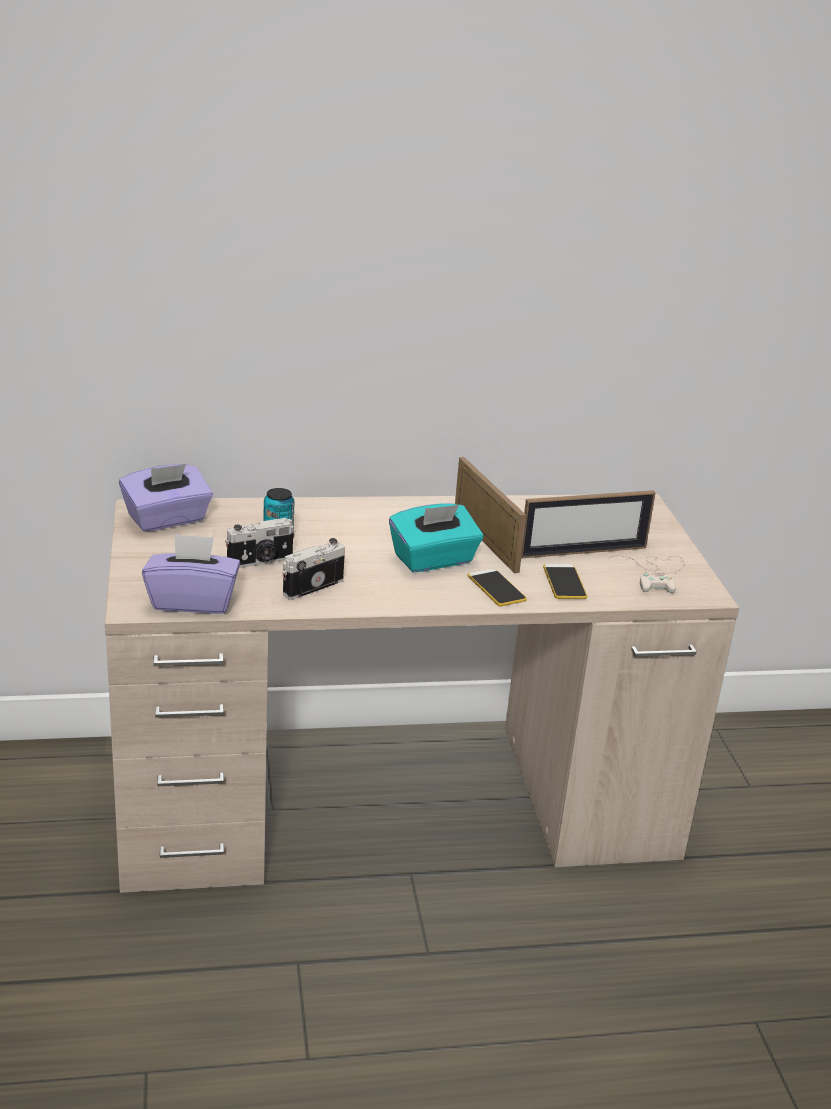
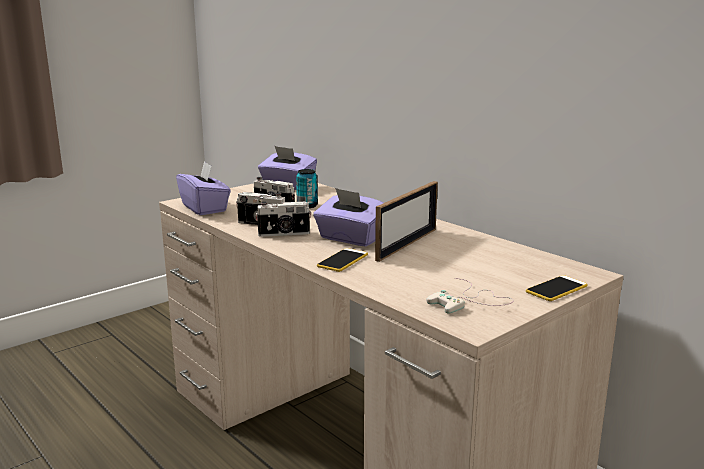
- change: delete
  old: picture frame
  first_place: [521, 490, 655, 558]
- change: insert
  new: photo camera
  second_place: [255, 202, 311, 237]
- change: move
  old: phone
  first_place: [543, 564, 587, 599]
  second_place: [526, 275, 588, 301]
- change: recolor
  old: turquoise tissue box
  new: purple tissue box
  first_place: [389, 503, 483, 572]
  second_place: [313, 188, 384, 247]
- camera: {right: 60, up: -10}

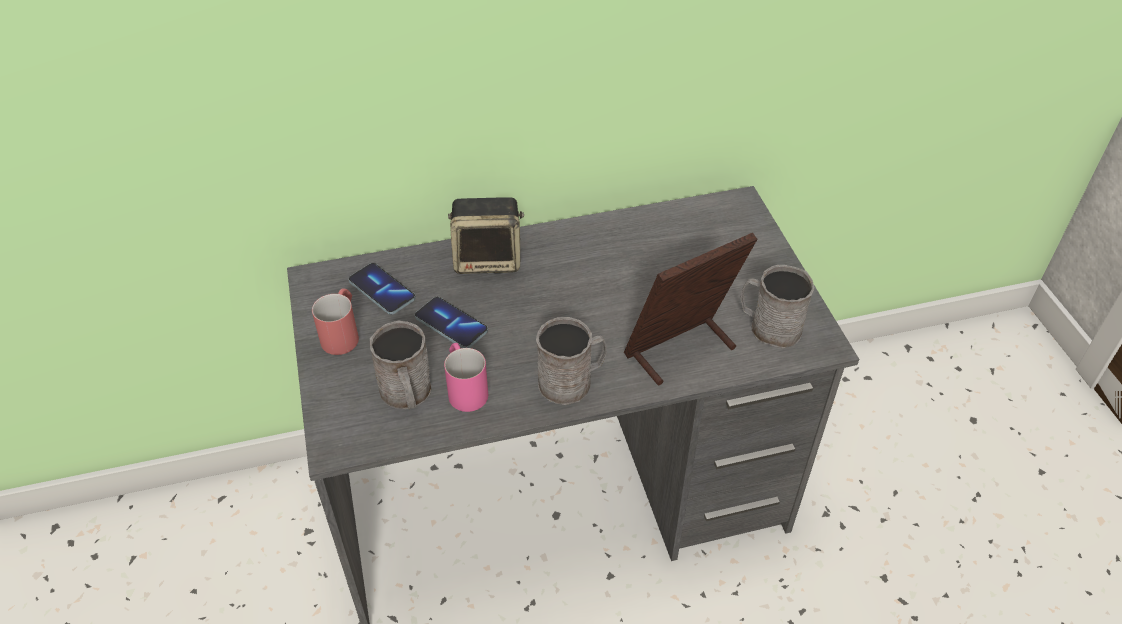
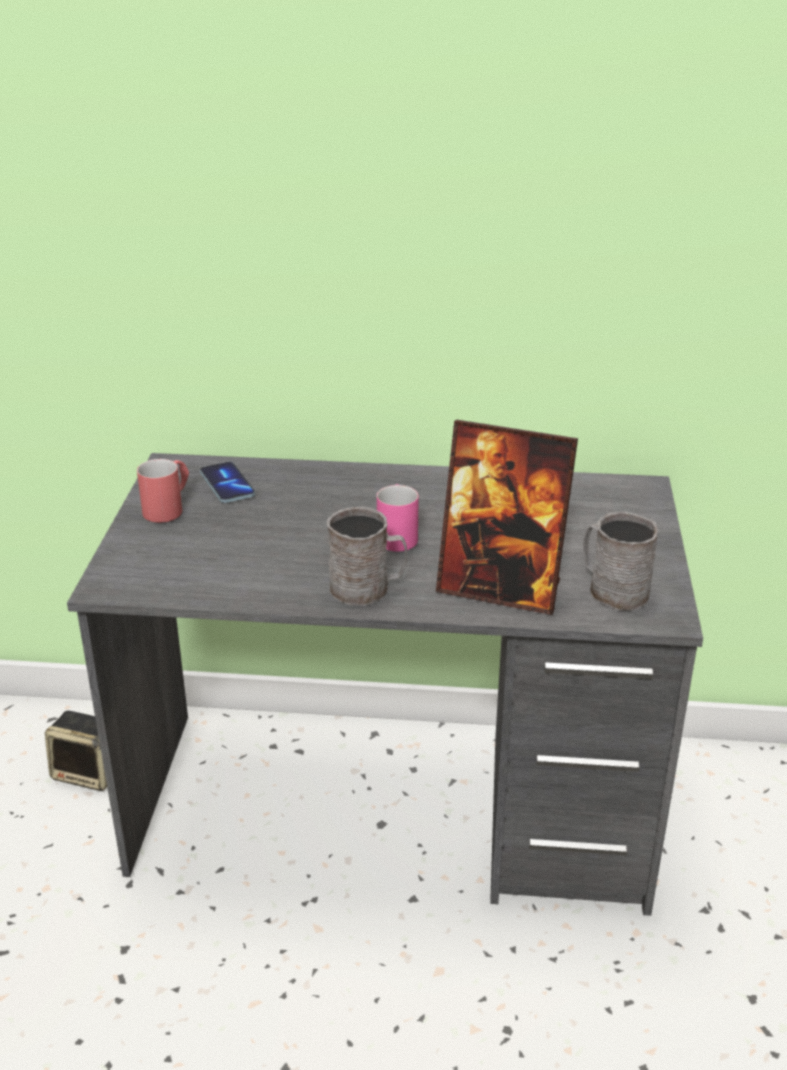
- change: delete
  old: grey mug
  first_place: [370, 320, 432, 409]
- change: delete
  old: phone
  first_place: [415, 297, 488, 348]
- change: move
  old: pink mug
  first_place: [444, 343, 488, 412]
  second_place: [377, 484, 419, 552]
- change: move
  old: speaker
  first_place: [448, 197, 524, 274]
  second_place: [45, 711, 107, 791]
- change: rotate
  old: picture frame
  first_place: [624, 233, 757, 385]
  second_place: [436, 420, 578, 615]
  degrees: -150
- camera: {right: 20, up: -15}

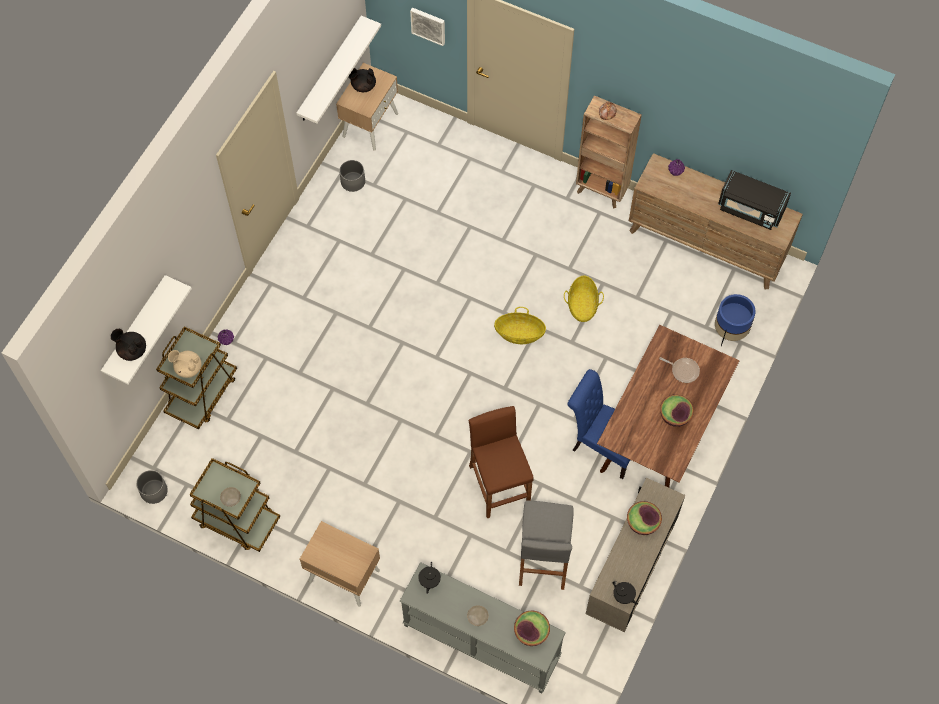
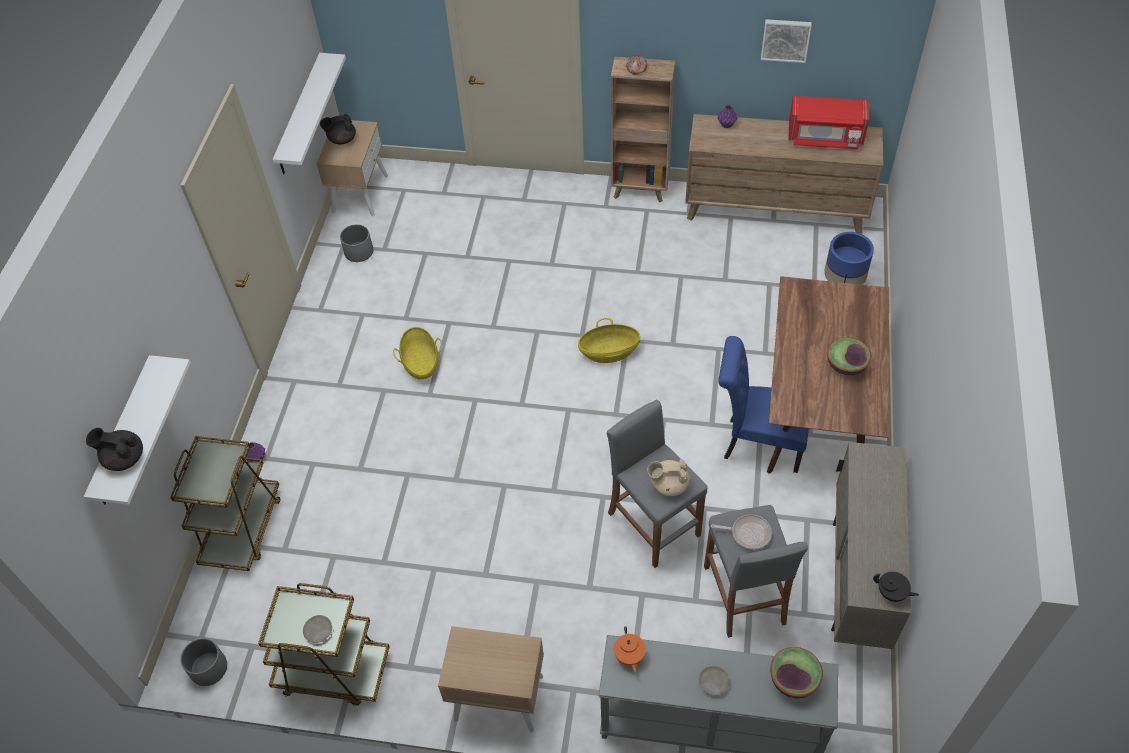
- change: delete
  old: bowl
  first_place: [627, 501, 662, 535]
- change: move
  old: beige teapot
  first_place: [168, 350, 201, 378]
  second_place: [647, 459, 690, 496]
- change: move
  old: picture
  first_place: [410, 8, 445, 46]
  second_place: [761, 19, 812, 63]
- change: move
  old: basket
  first_place: [564, 276, 604, 322]
  second_place: [393, 327, 442, 380]
- change: move
  old: frying pan
  first_place: [659, 357, 700, 383]
  second_place: [711, 514, 772, 550]
- change: recolor
  old: black teapot
  new: orange teapot
  first_place: [418, 562, 441, 594]
  second_place: [614, 627, 646, 672]
- change: recolor
  old: brown stool
  new: grey stool
  first_place: [469, 406, 534, 518]
  second_place: [607, 400, 707, 568]
- change: recolor
  old: black microwave
  new: red microwave
  first_place: [718, 170, 791, 230]
  second_place: [788, 96, 869, 149]
- camera: {right: -15, up: -10}

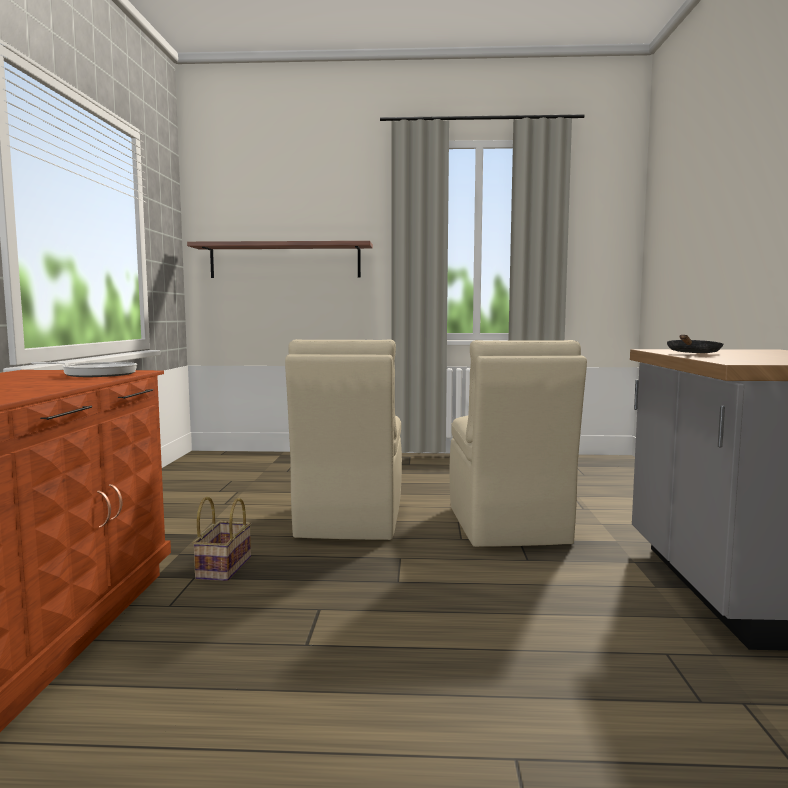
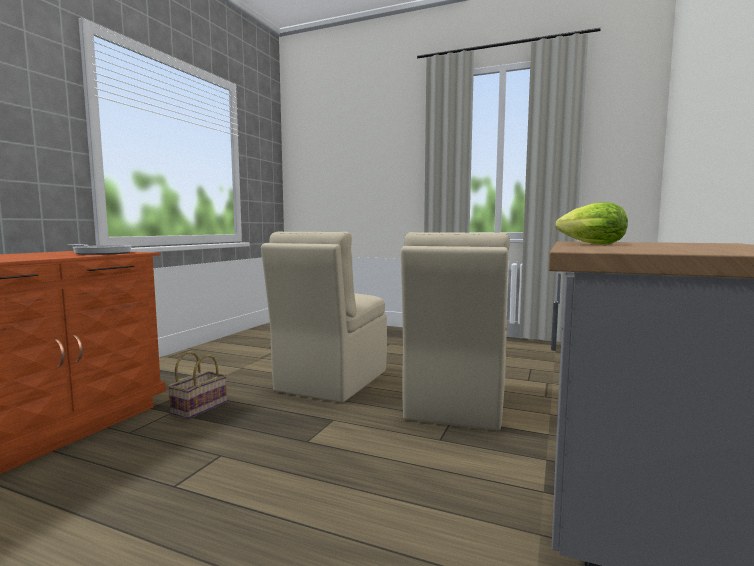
- change: delete
  old: shelf
  first_place: [187, 241, 373, 278]
- change: replace
  old: black frying pan
  new: lettuce
  first_place: [667, 334, 724, 353]
  second_place: [555, 202, 628, 245]
- camera: {right: 20, up: 0}

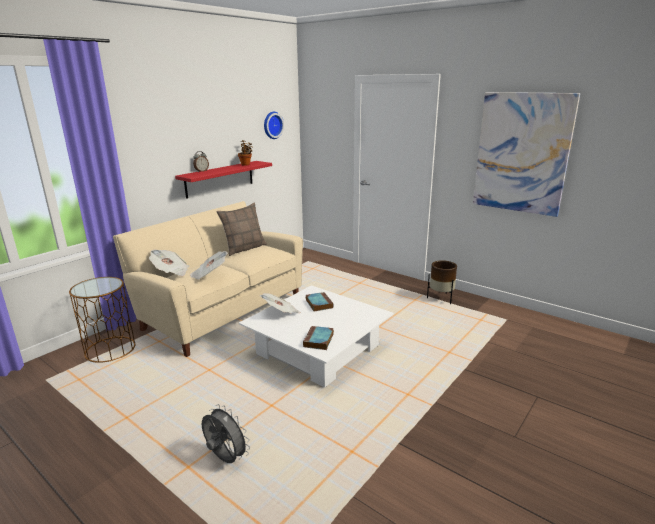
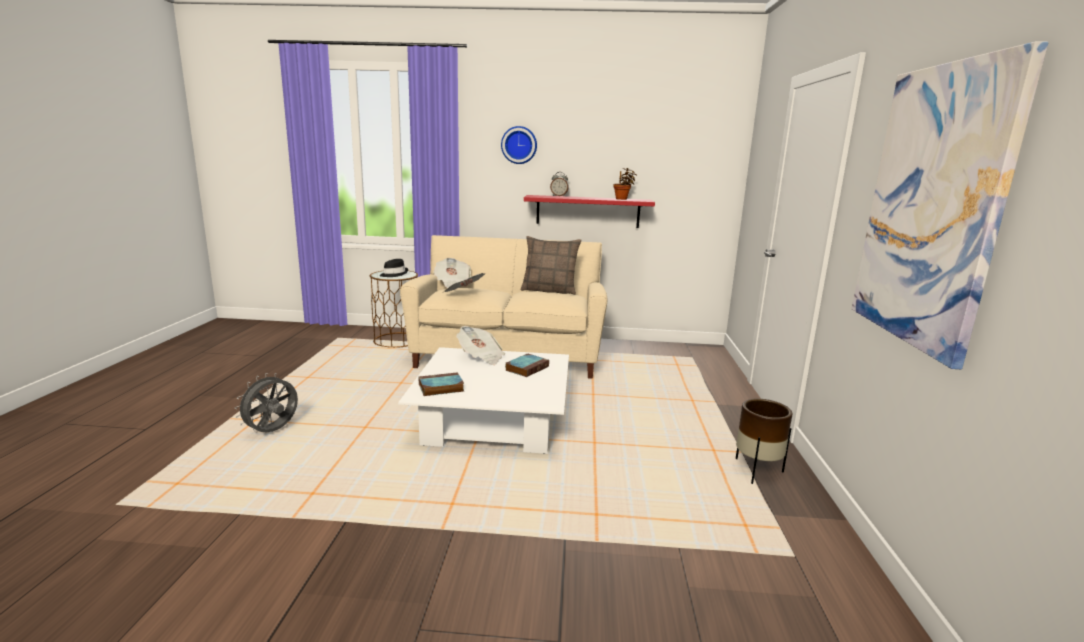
- change: insert
  new: black hat
  second_place: [380, 259, 408, 277]
- change: move
  old: wall clock
  first_place: [264, 112, 284, 139]
  second_place: [501, 126, 537, 164]
- change: rotate
  old: grey fan
  first_place: [202, 404, 250, 463]
  second_place: [235, 373, 298, 433]
  degrees: -150
- camera: {right: 55, up: -5}

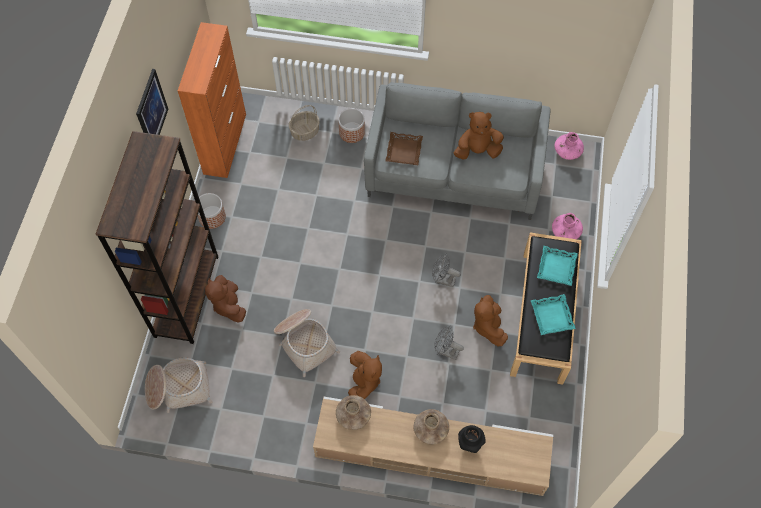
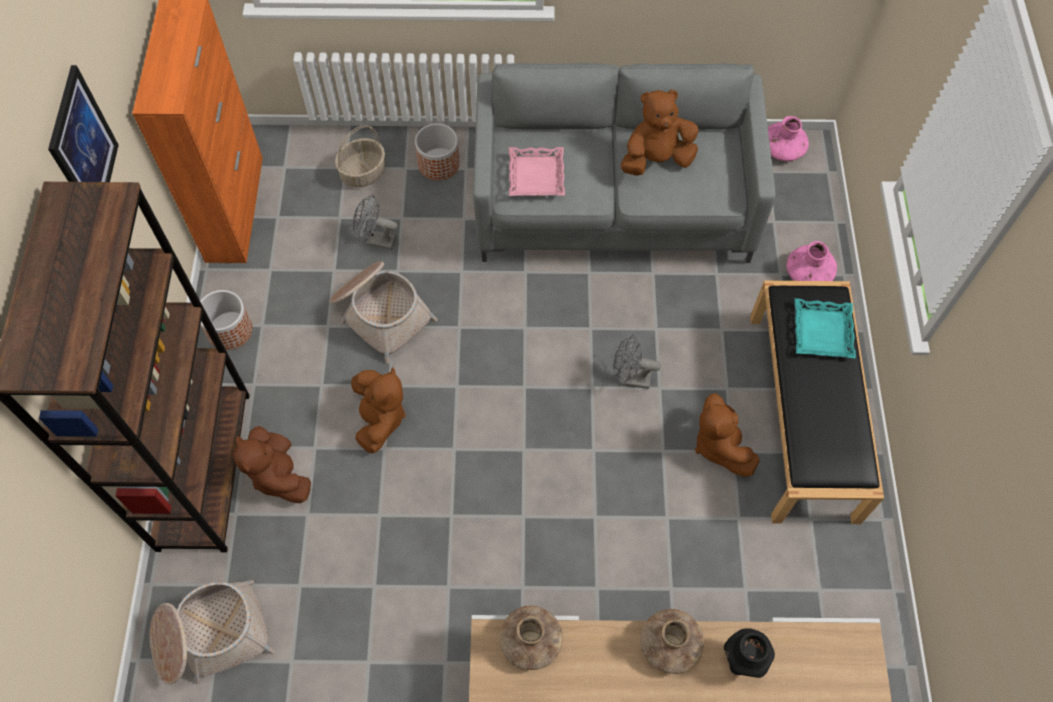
- change: delete
  old: turquoise tray
  first_place: [531, 294, 576, 335]
- change: move
  old: basket
  first_place: [274, 309, 340, 377]
  second_place: [330, 261, 437, 364]
- change: move
  old: brown plush toy
  first_place: [348, 351, 382, 399]
  second_place: [351, 367, 406, 454]
- change: move
  old: grey fan
  first_place: [434, 325, 464, 360]
  second_place: [353, 194, 398, 250]
- change: recolor
  old: brown tray
  new: pink tray
  first_place: [385, 132, 423, 165]
  second_place: [509, 147, 565, 196]
- camera: {right: -10, up: 0}

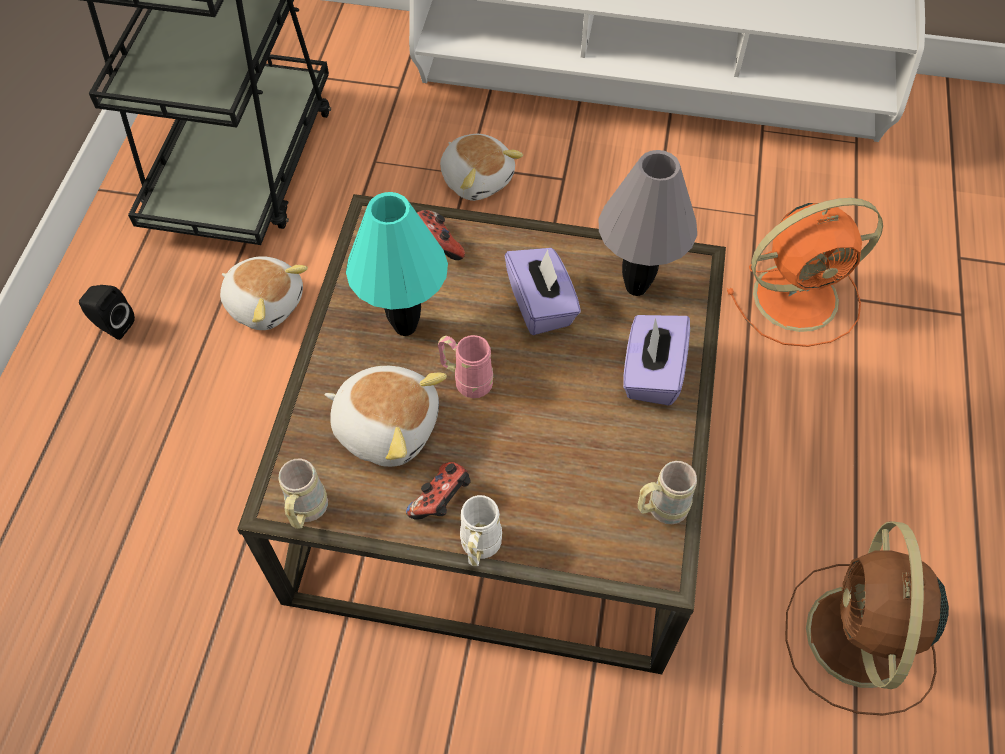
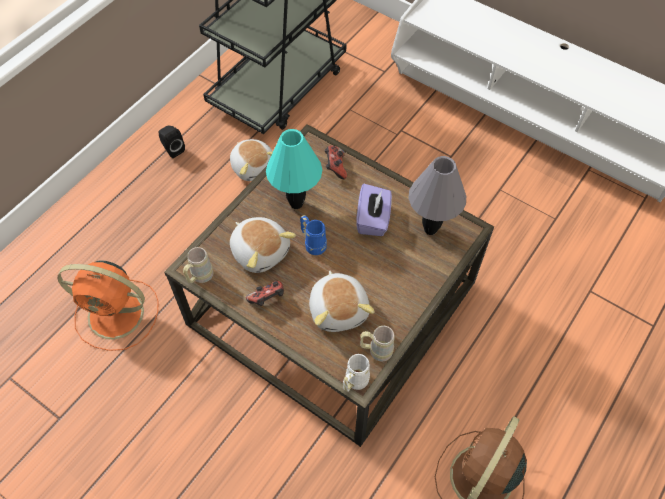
- change: delete
  old: purple tissue box
  first_place: [623, 315, 690, 405]
- change: move
  old: plush toy
  first_place: [440, 134, 523, 201]
  second_place: [309, 271, 375, 332]
- change: move
  old: white mug
  first_place: [460, 495, 502, 566]
  second_place: [343, 354, 370, 392]
- change: move
  old: orange fan
  first_place: [727, 198, 883, 347]
  second_place: [58, 260, 158, 351]
- change: recolor
  old: pink mug
  new: blue mug
  first_place: [438, 335, 493, 398]
  second_place: [300, 215, 327, 255]
- camera: {right: 25, up: 0}

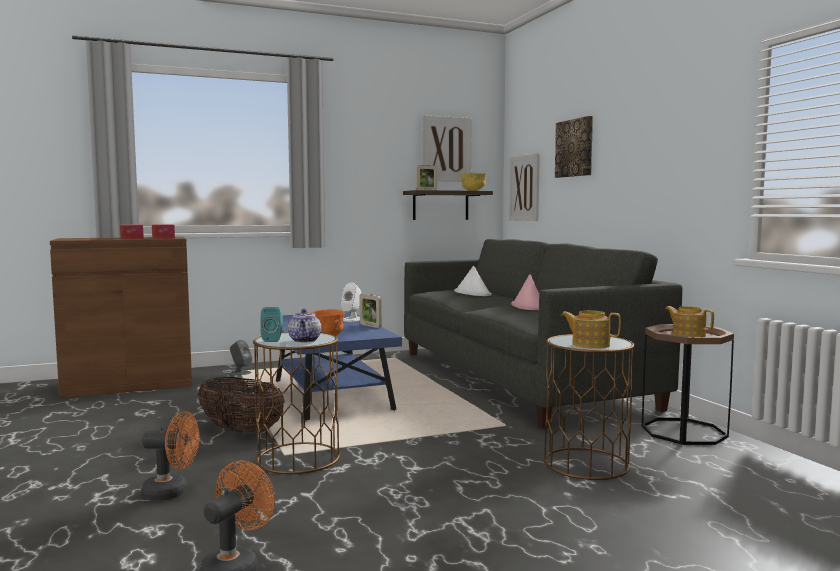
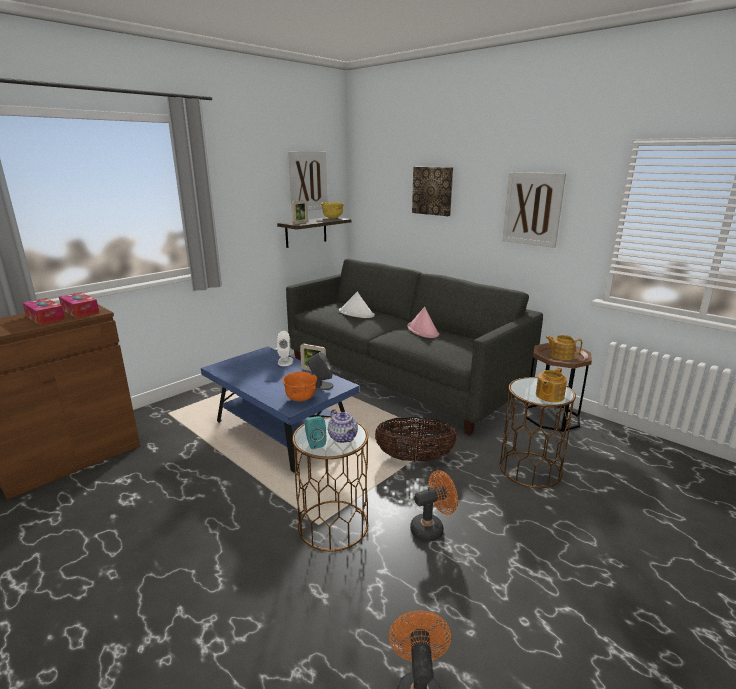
- change: move
  old: orange fan
  first_place: [141, 411, 200, 501]
  second_place: [410, 470, 458, 542]
- change: move
  old: basket
  first_place: [198, 377, 285, 433]
  second_place: [375, 417, 457, 462]
- change: move
  old: grey speaker
  first_place: [230, 340, 252, 376]
  second_place: [307, 352, 334, 390]
- change: move
  old: picture
  first_place: [509, 153, 540, 221]
  second_place: [502, 172, 566, 248]
- change: rotate
  old: teapot
  first_place: [561, 310, 621, 349]
  second_place: [536, 367, 567, 402]
  degrees: -45
- camera: {right: -25, up: 15}

